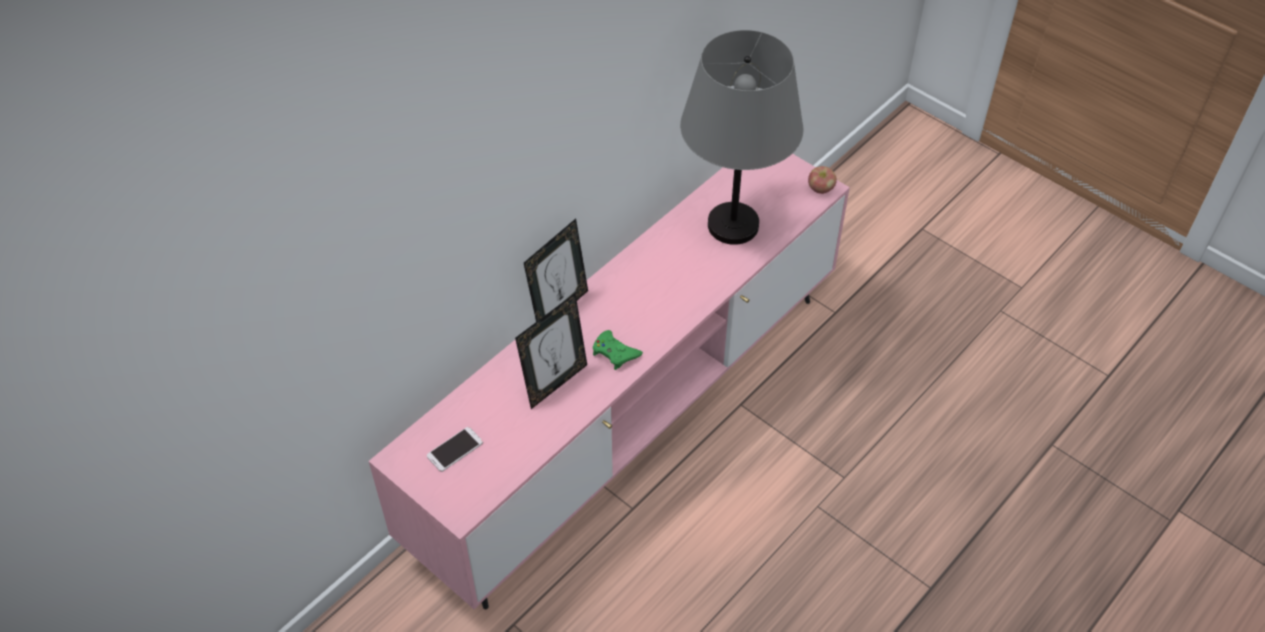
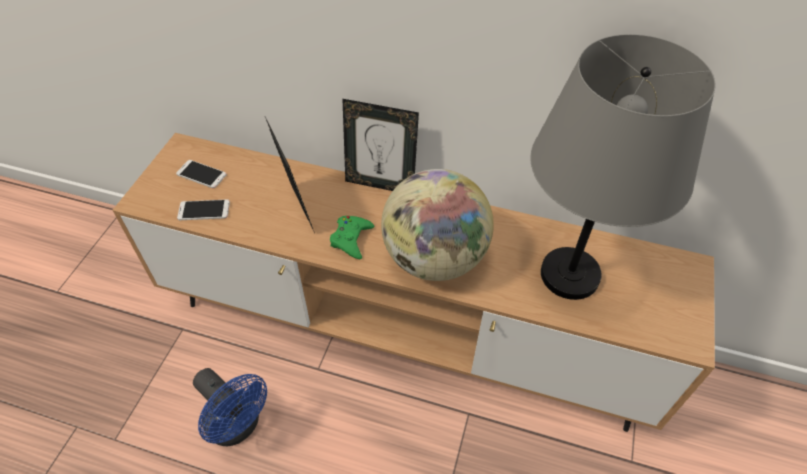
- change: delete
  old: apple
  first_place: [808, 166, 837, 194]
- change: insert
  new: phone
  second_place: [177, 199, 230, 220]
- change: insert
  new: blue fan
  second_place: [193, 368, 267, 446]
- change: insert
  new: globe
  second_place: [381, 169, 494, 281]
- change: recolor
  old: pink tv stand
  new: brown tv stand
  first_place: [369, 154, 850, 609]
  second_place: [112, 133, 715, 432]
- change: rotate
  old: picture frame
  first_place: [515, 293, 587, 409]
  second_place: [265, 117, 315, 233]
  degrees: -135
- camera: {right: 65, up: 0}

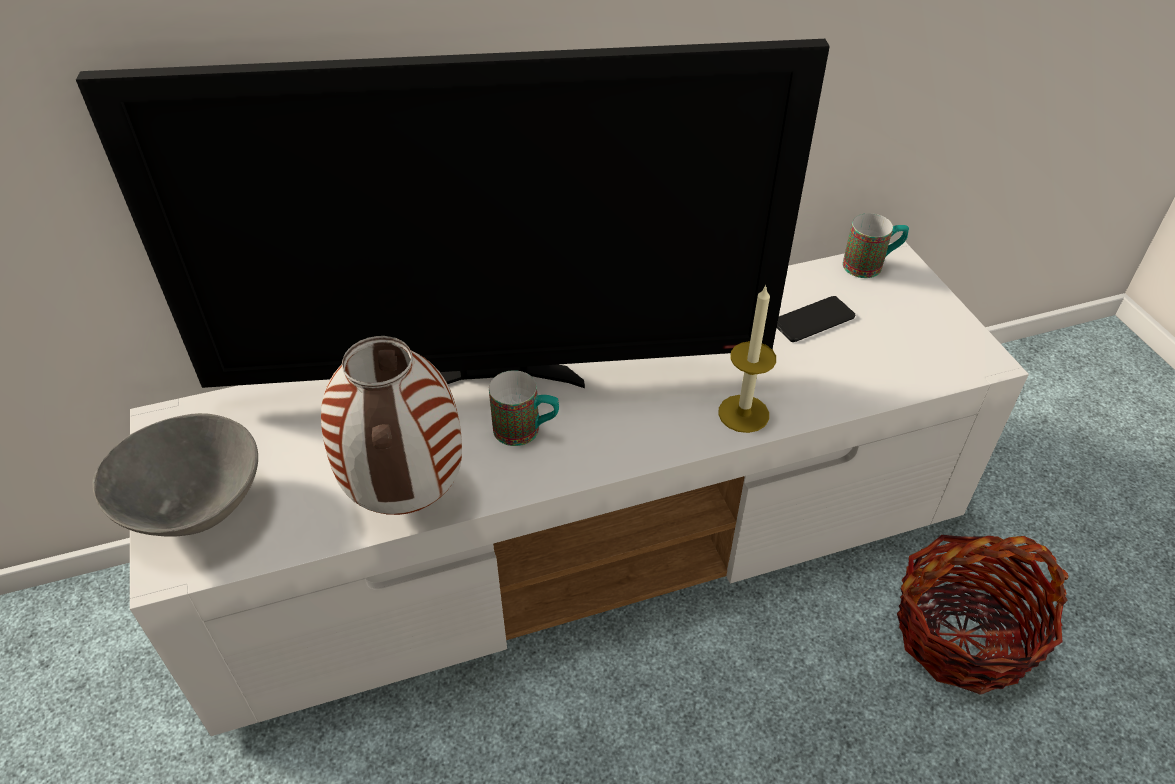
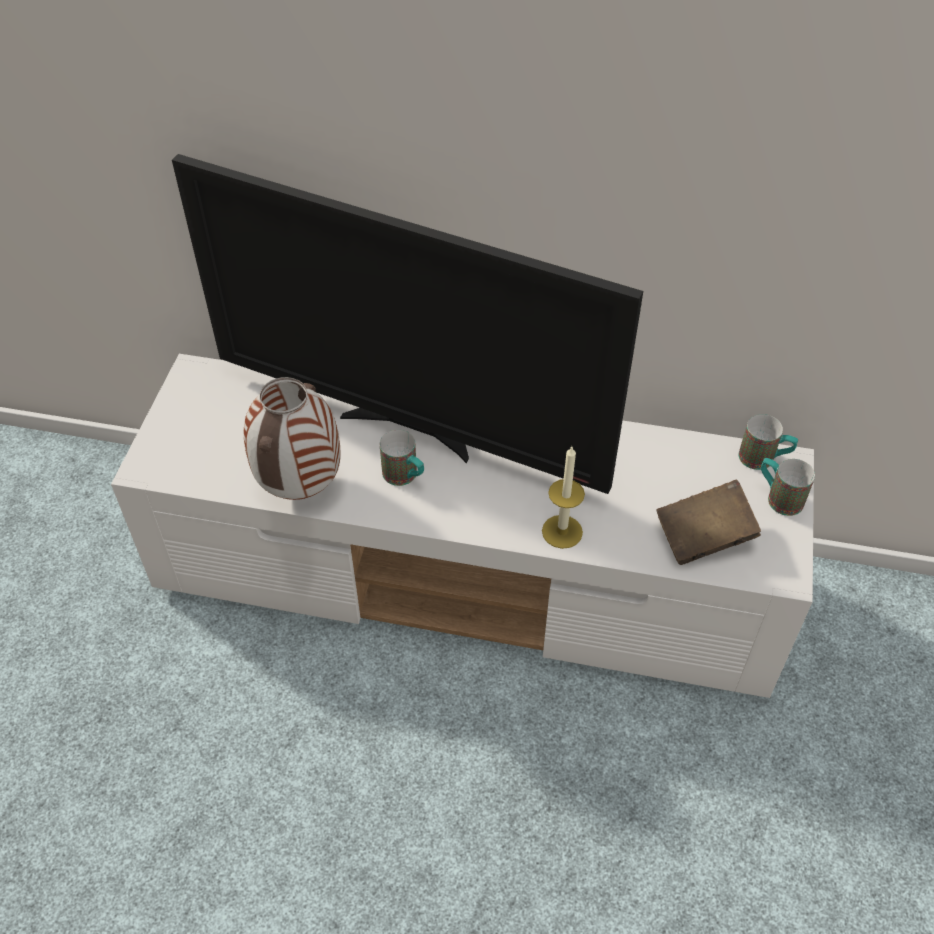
- change: delete
  old: grey bowl
  first_place: [92, 413, 258, 537]
- change: delete
  old: phone
  first_place: [777, 296, 855, 342]
- change: delete
  old: basket
  first_place: [897, 535, 1068, 695]
- change: insert
  new: brown book
  second_place: [656, 480, 761, 565]
- change: insert
  new: mug
  second_place: [761, 458, 815, 516]
- camera: {right: 30, up: 5}

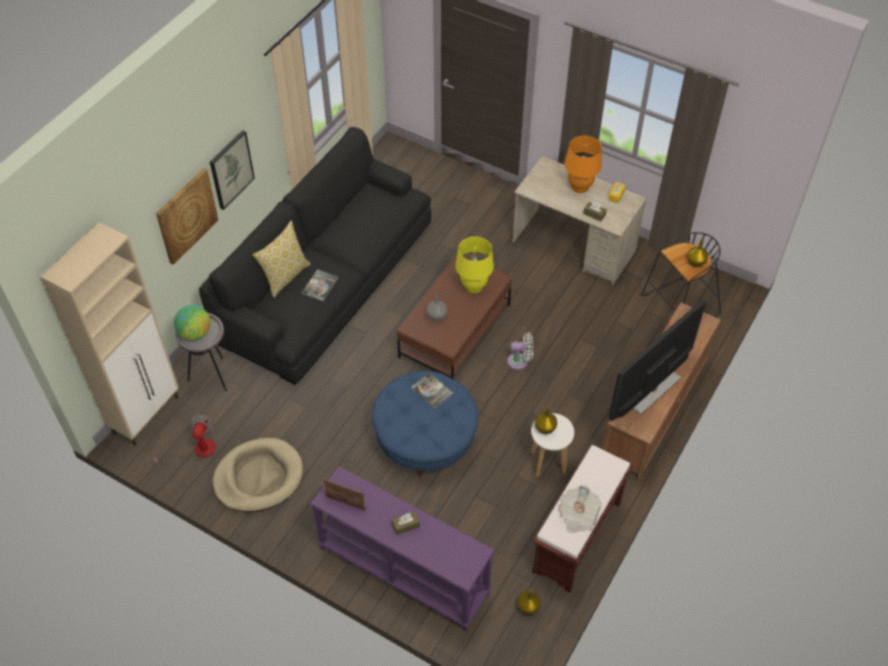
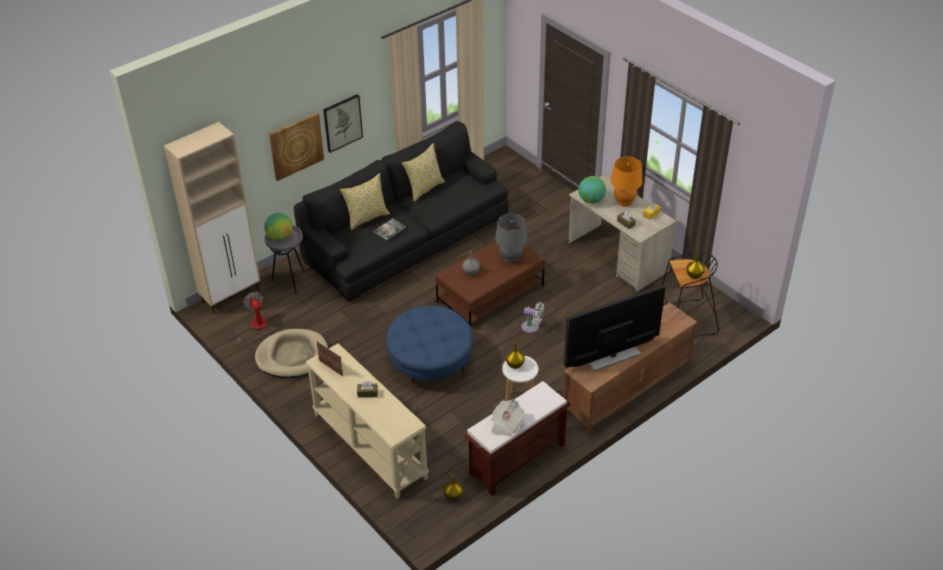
- change: delete
  old: book
  first_place: [411, 373, 454, 409]
- change: insert
  new: pillow
  second_place: [402, 143, 445, 202]
- change: insert
  new: globe
  second_place: [579, 176, 606, 204]
- change: recolor
  old: purple console table
  new: beige console table
  first_place: [310, 466, 494, 631]
  second_place: [306, 343, 429, 499]
- change: recolor
  old: yellow table lamp
  new: grey table lamp
  first_place: [455, 236, 494, 293]
  second_place: [495, 213, 527, 263]
- change: rotate
  old: fan
  first_place: [152, 414, 216, 466]
  second_place: [236, 292, 268, 346]
  degrees: -60
- camera: {right: 20, up: -10}

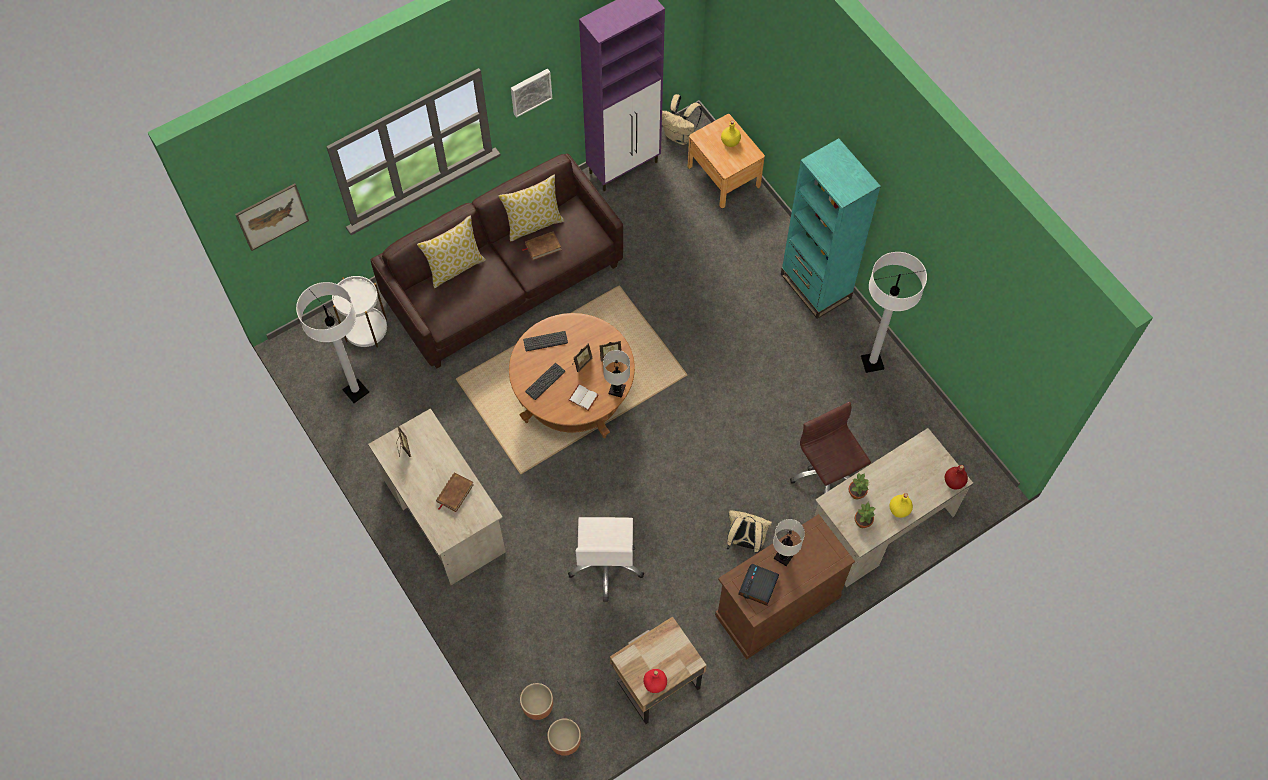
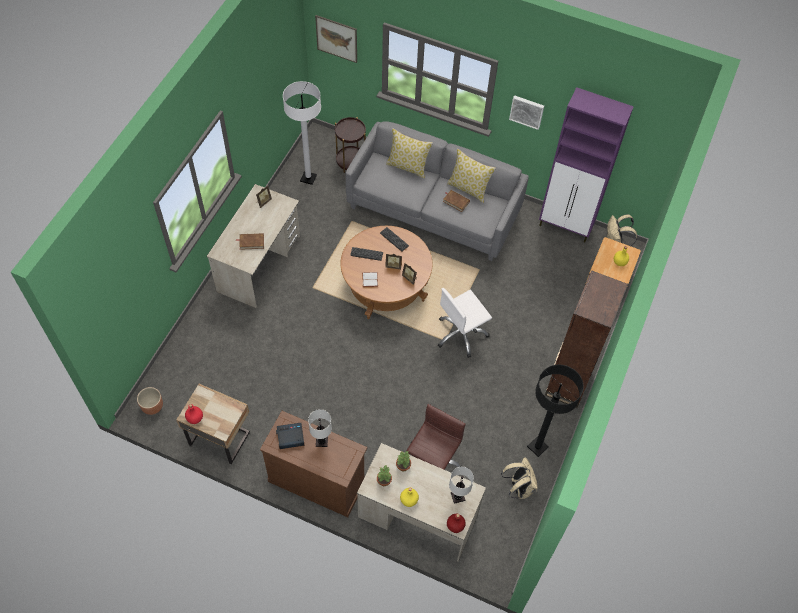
- change: delete
  old: brown planter
  first_place: [520, 683, 553, 720]
- change: move
  old: white office chair
  first_place: [568, 517, 644, 602]
  second_place: [438, 288, 492, 358]
- change: move
  old: white table lamp
  first_place: [603, 350, 630, 398]
  second_place: [449, 467, 474, 504]
- change: move
  old: beige backpack
  first_place: [727, 511, 772, 554]
  second_place: [501, 457, 538, 499]
- change: recolor
  old: white side table
  new: brown side table
  first_place: [332, 276, 387, 347]
  second_place: [335, 117, 366, 173]
- change: recolor
  old: brown sofa
  new: grey sofa
  first_place: [371, 153, 623, 369]
  second_place: [346, 121, 529, 261]
- change: recolor
  old: turquoise bookcase
  new: brown bookcase
  first_place: [781, 138, 881, 319]
  second_place: [545, 270, 628, 408]
- change: recolor
  old: white floor lamp
  new: black floor lamp
  first_place: [861, 252, 927, 373]
  second_place: [527, 364, 584, 457]
- camera: {right: 55, up: -5}

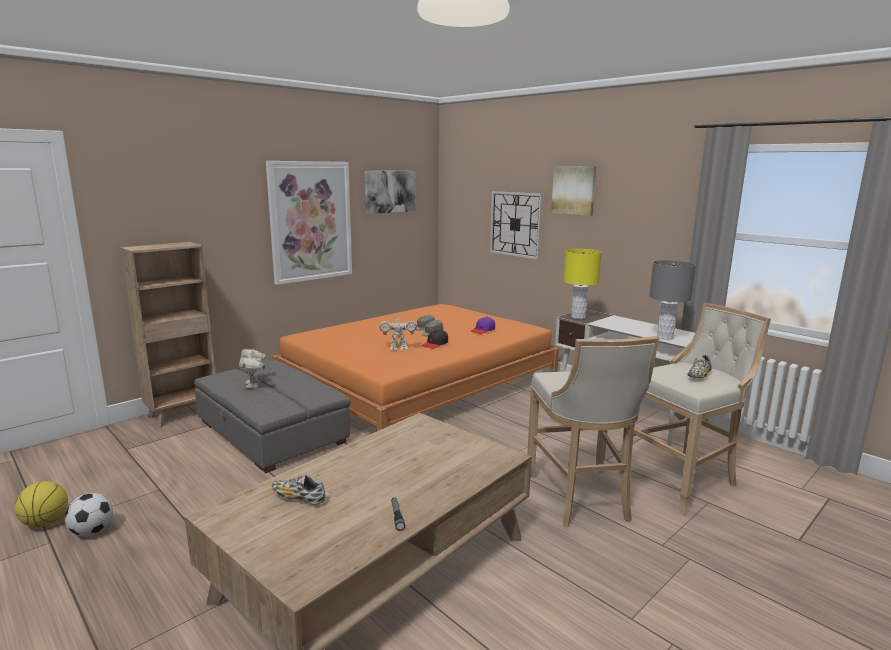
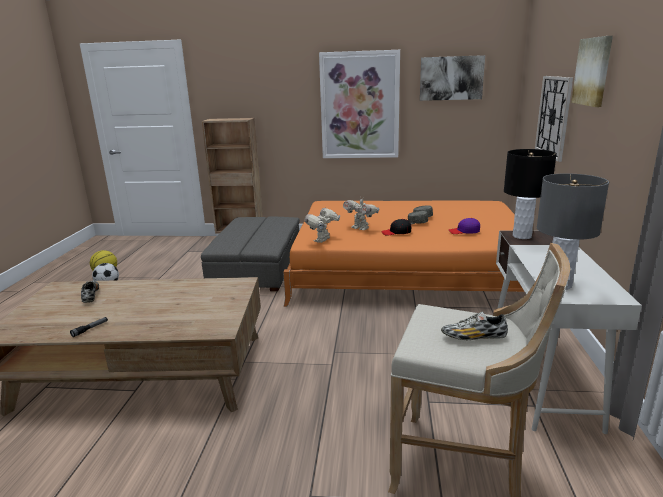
- change: delete
  old: beige stool
  first_place: [527, 336, 659, 527]
- change: move
  old: toy robot
  first_place: [239, 347, 266, 388]
  second_place: [305, 208, 340, 243]
- change: recolor
  old: yellow table lamp
  new: black table lamp
  first_place: [563, 249, 602, 319]
  second_place: [504, 149, 557, 239]
- camera: {right: 50, up: 5}

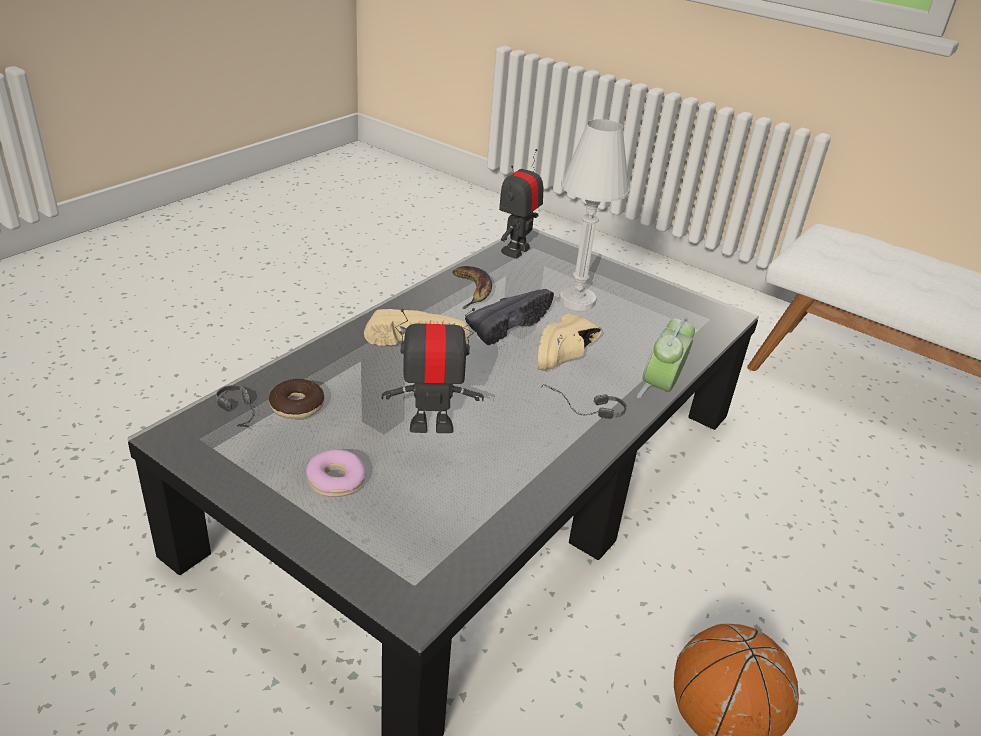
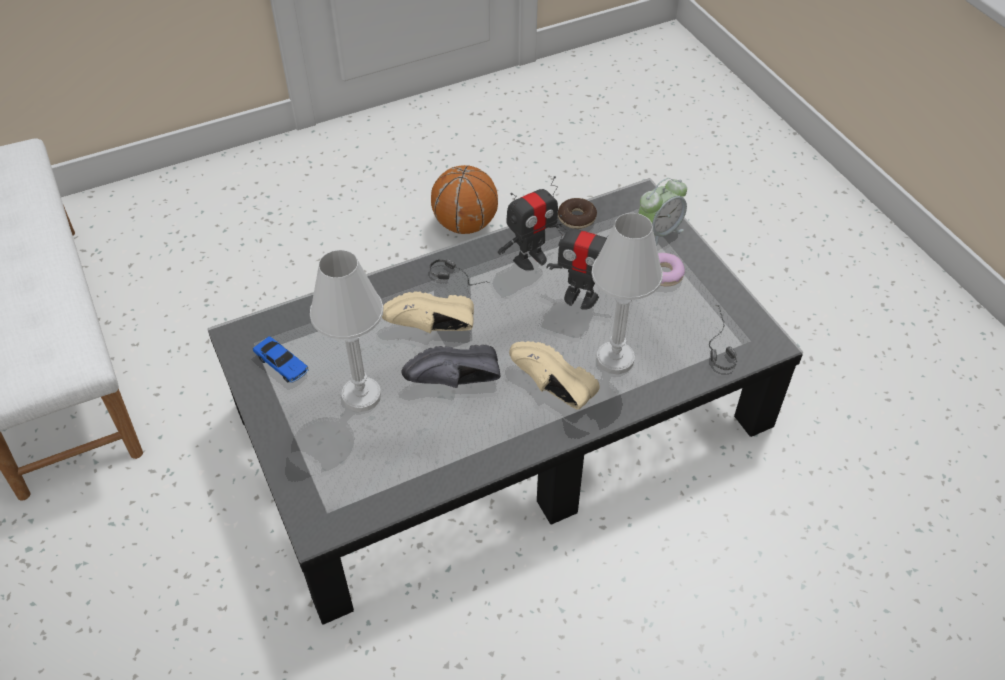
- change: delete
  old: banana
  first_place: [452, 266, 492, 309]
- change: insert
  new: toy car
  second_place: [253, 336, 309, 383]
- change: insert
  new: white table lamp
  second_place: [591, 213, 663, 375]
- change: move
  old: donut
  first_place: [269, 379, 324, 419]
  second_place: [558, 198, 597, 229]
- change: move
  old: toy robot
  first_place: [499, 149, 544, 259]
  second_place: [498, 176, 561, 271]
- change: move
  old: alarm clock
  first_place: [637, 317, 695, 399]
  second_place: [638, 178, 687, 246]
- change: rotate
  old: beige shoe
  first_place: [537, 313, 602, 371]
  second_place: [382, 291, 474, 333]
  degrees: -150
- camera: {right: -150, up: 15}

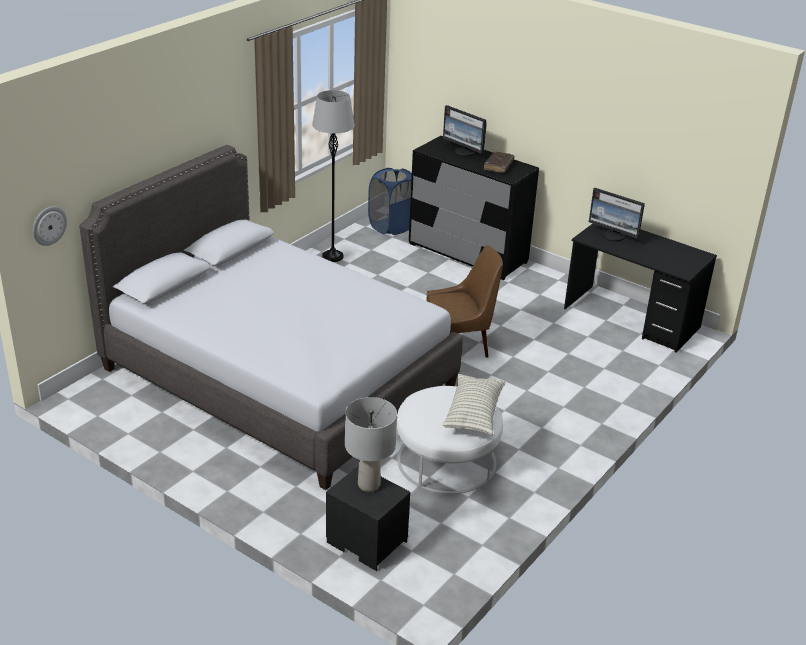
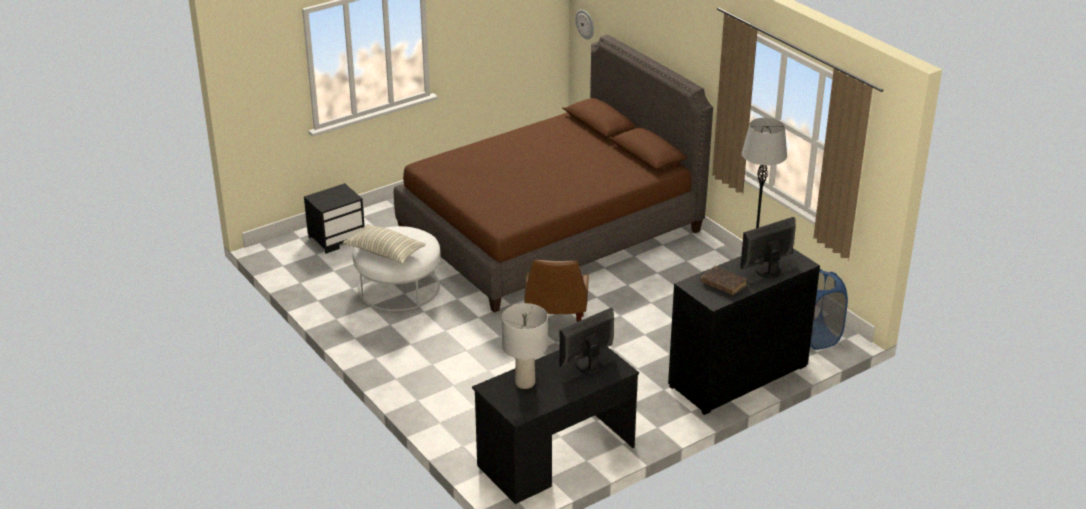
- change: move
  old: grey table lamp
  first_place: [345, 397, 397, 492]
  second_place: [502, 303, 548, 389]
- change: recolor
  old: grey bed
  new: brown bed
  first_place: [79, 145, 463, 490]
  second_place: [394, 35, 713, 313]
- camera: {right: 110, up: 0}

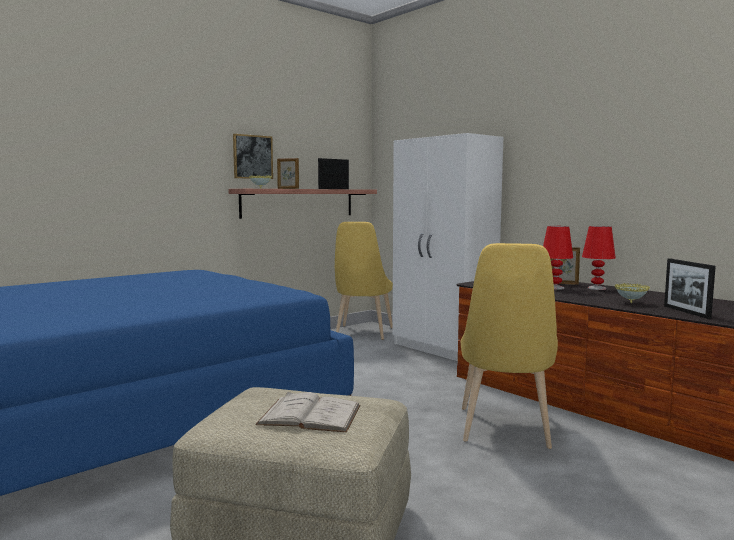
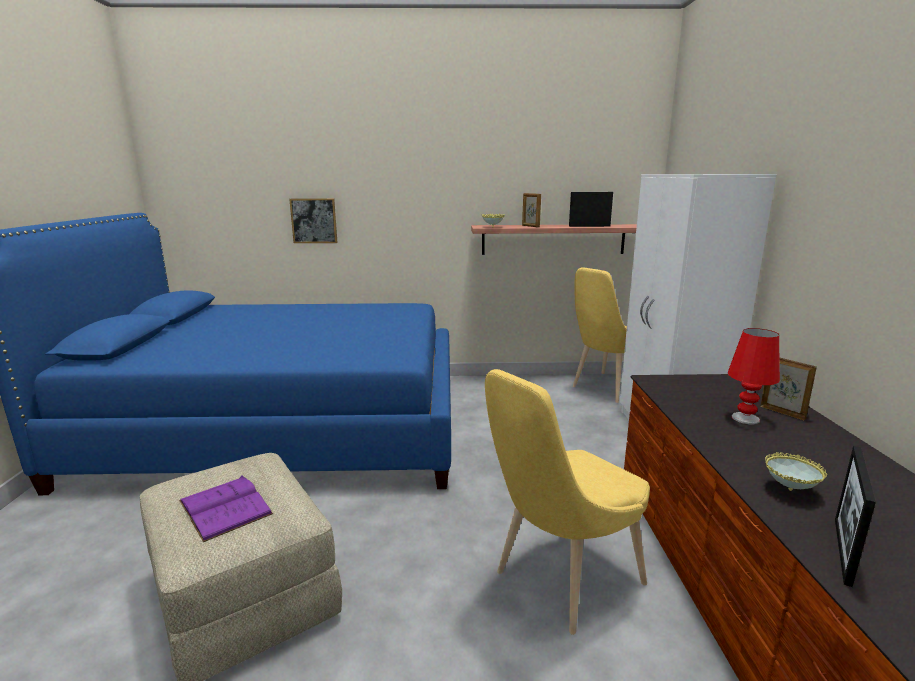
- change: delete
  old: red table lamp
  first_place: [582, 226, 616, 290]
- change: move
  old: picture
  first_place: [233, 134, 273, 179]
  second_place: [289, 198, 338, 243]
- change: recolor
  old: white book
  new: purple book
  first_place: [255, 392, 360, 432]
  second_place: [179, 476, 273, 542]
- camera: {right: 40, up: 10}

